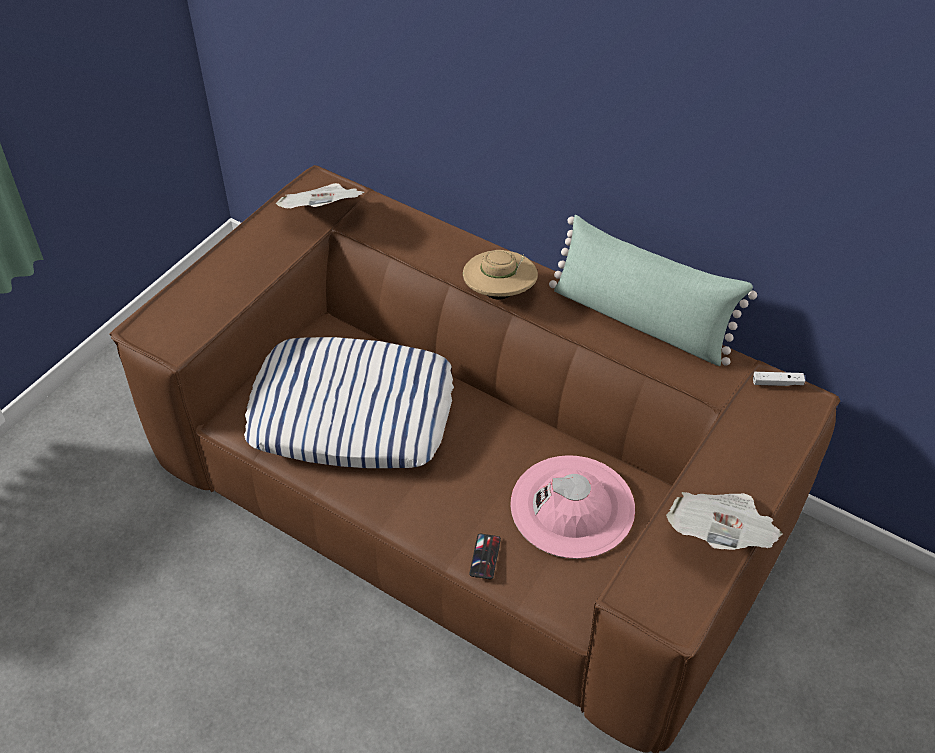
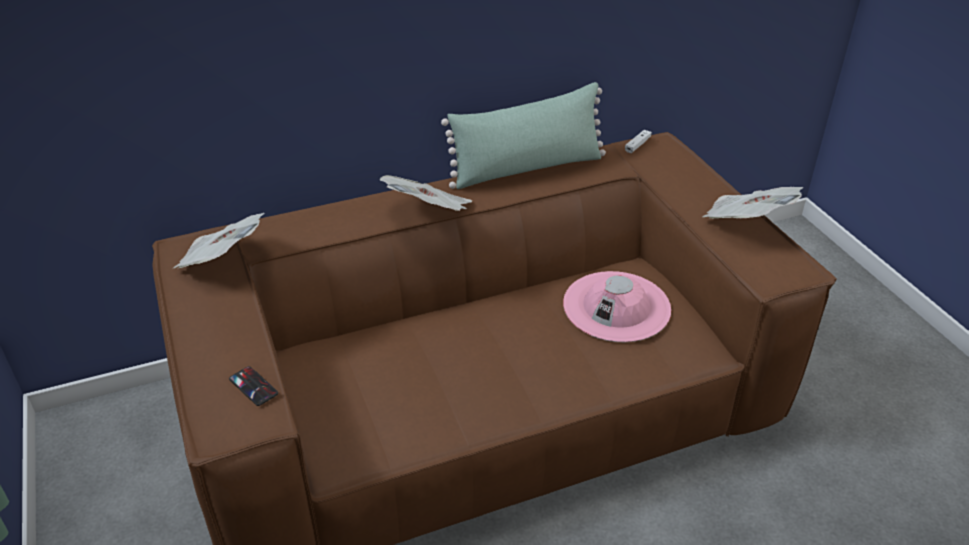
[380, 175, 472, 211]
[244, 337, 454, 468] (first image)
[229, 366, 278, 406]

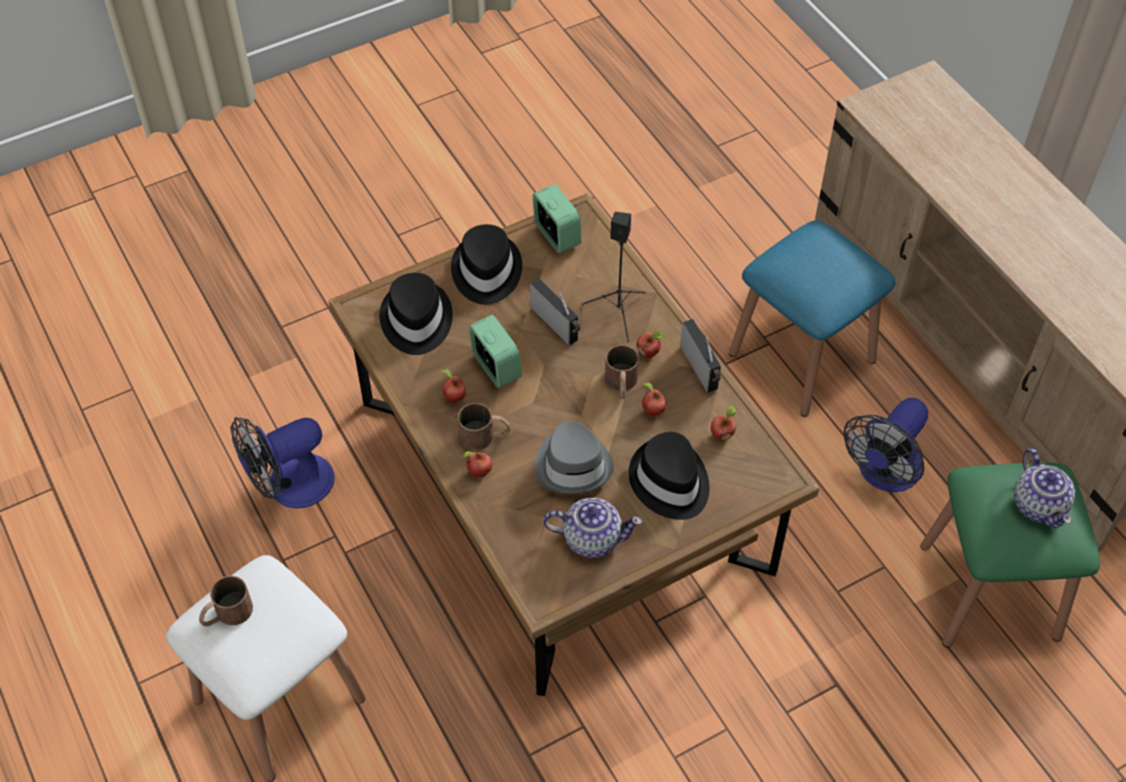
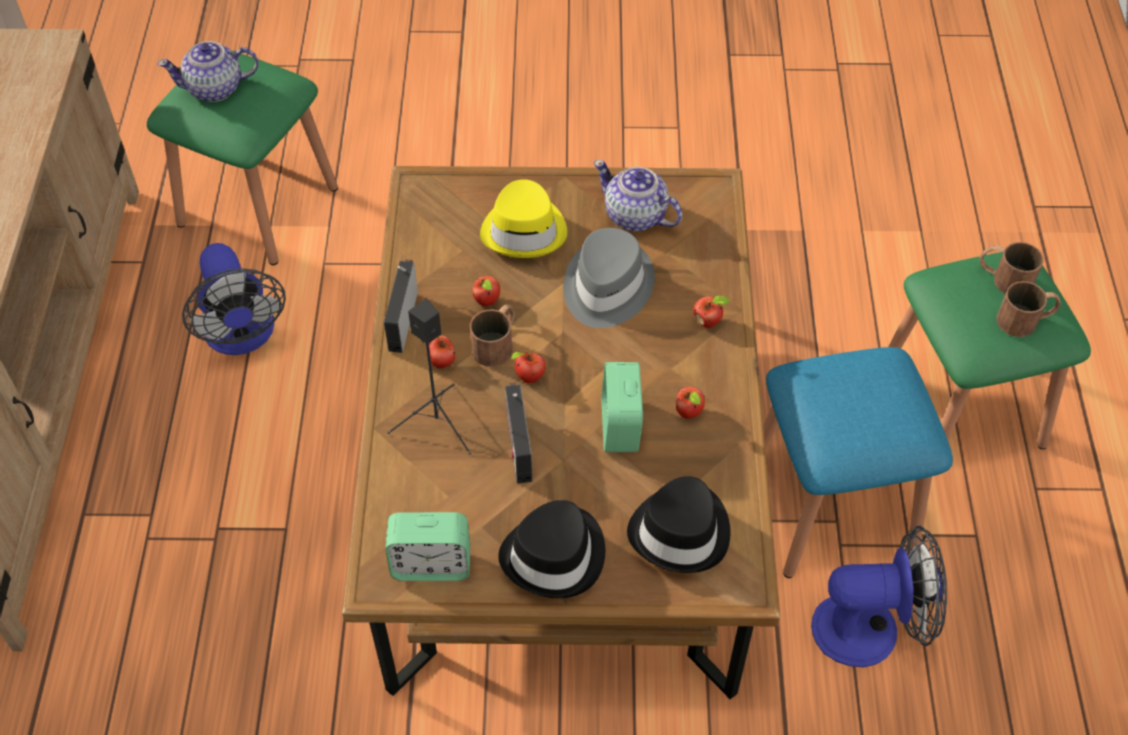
[386, 512, 470, 581]
[764, 347, 953, 578]
[182, 243, 286, 355]
[979, 242, 1044, 294]
[511, 351, 546, 383]
[480, 179, 567, 258]
[157, 41, 259, 102]
[888, 252, 1091, 449]

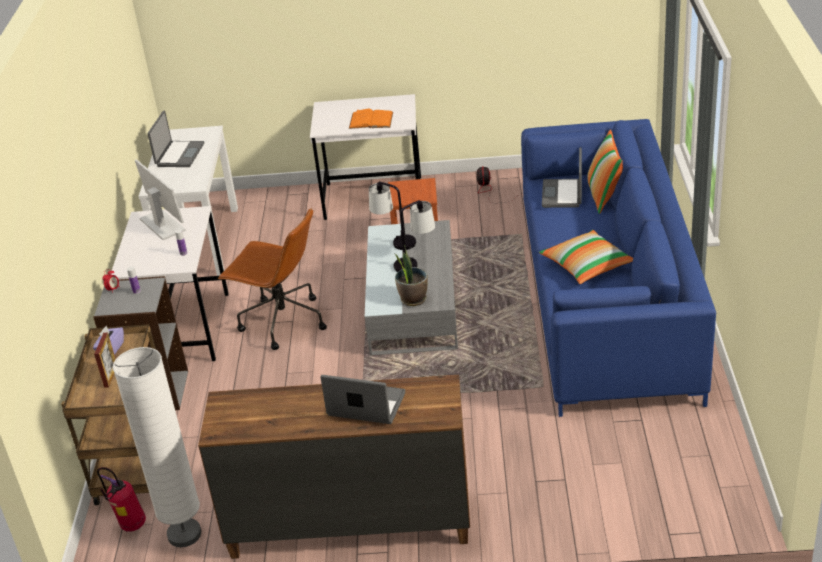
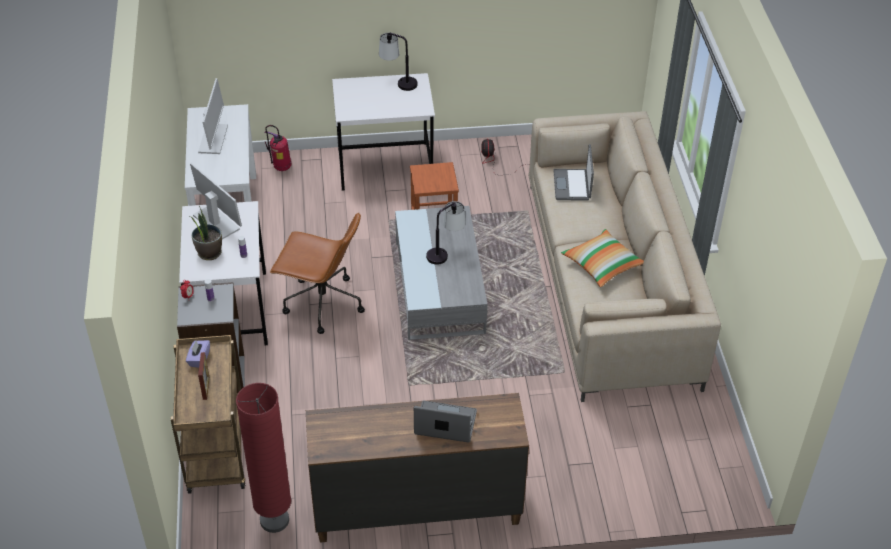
[349, 109, 393, 129] (first image)
[198, 78, 228, 154]
[528, 111, 721, 402]
[587, 130, 623, 214] (first image)
[379, 32, 417, 91]
[190, 206, 222, 260]
[236, 383, 291, 533]
[264, 125, 292, 171]

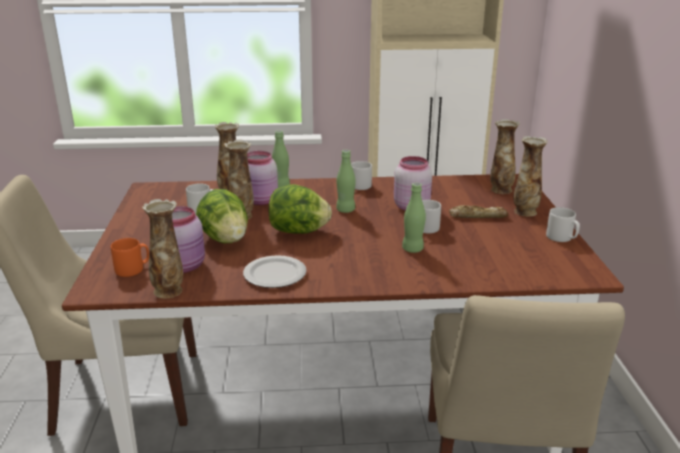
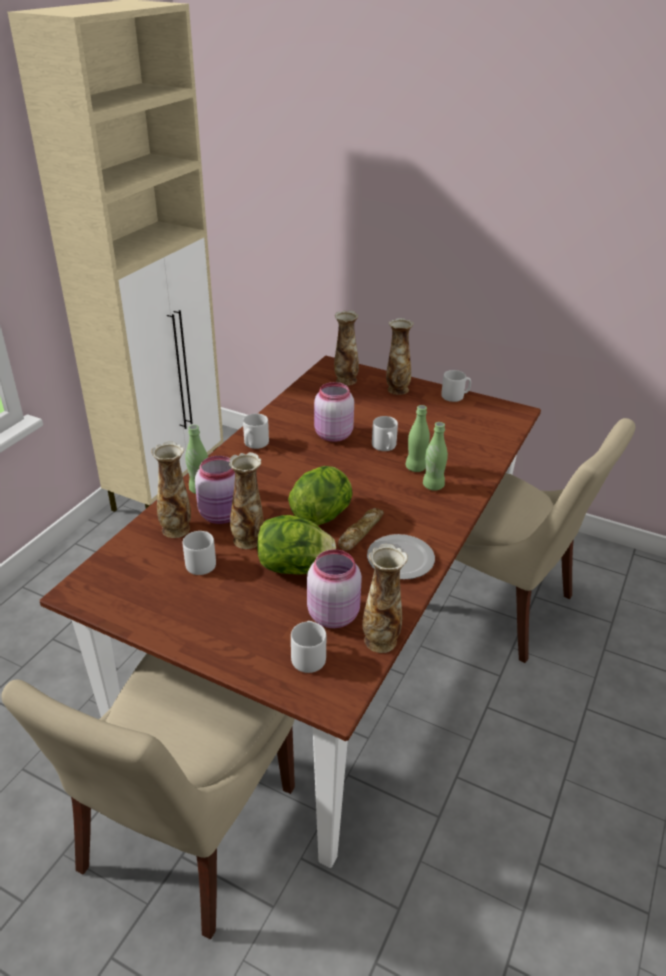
[423, 422, 448, 491]
[338, 508, 384, 550]
[291, 621, 326, 673]

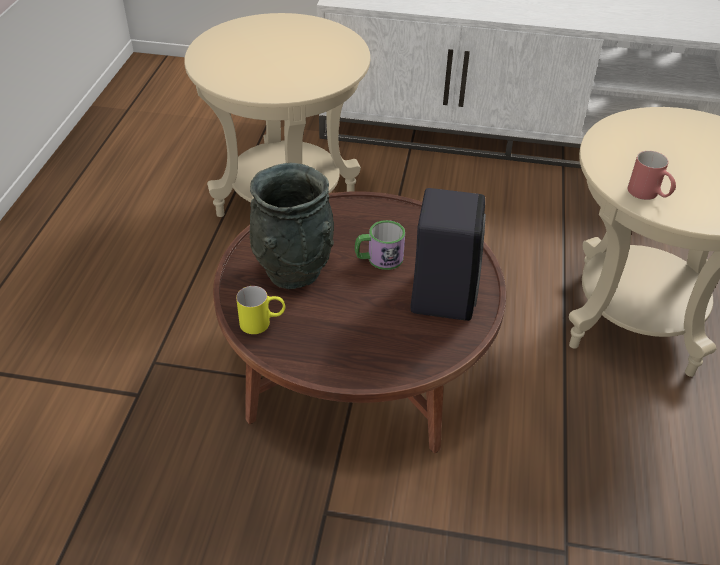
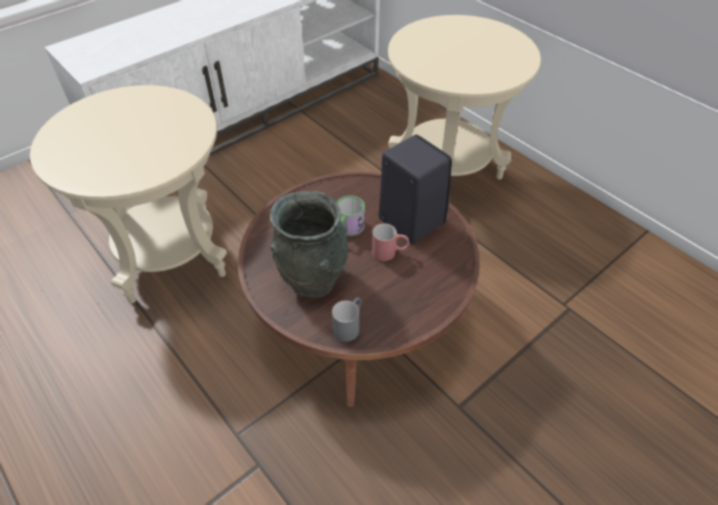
[372, 223, 409, 261]
[332, 297, 362, 342]

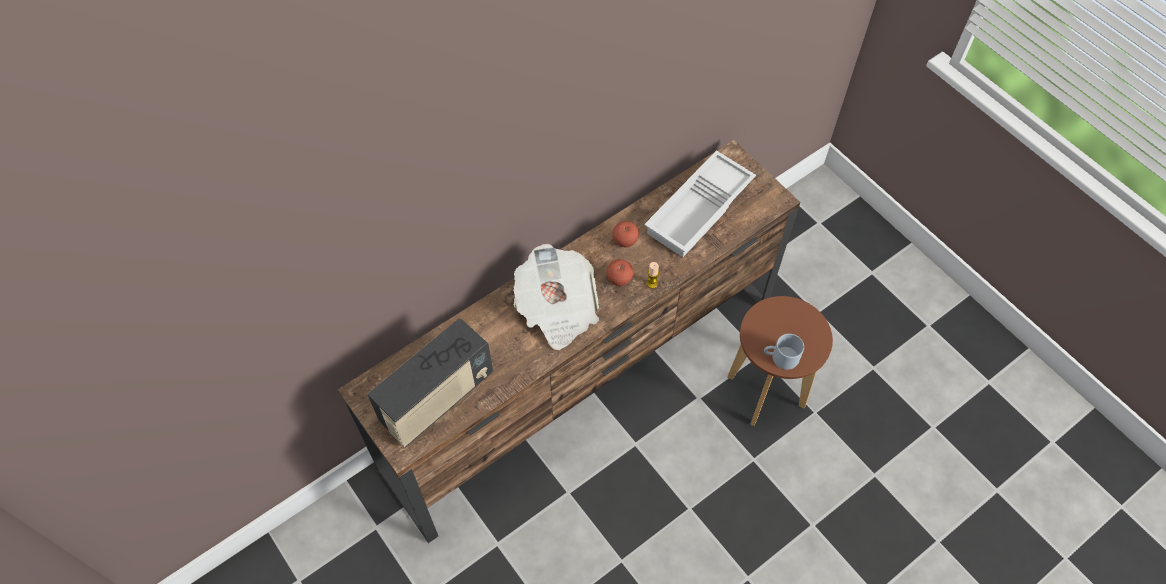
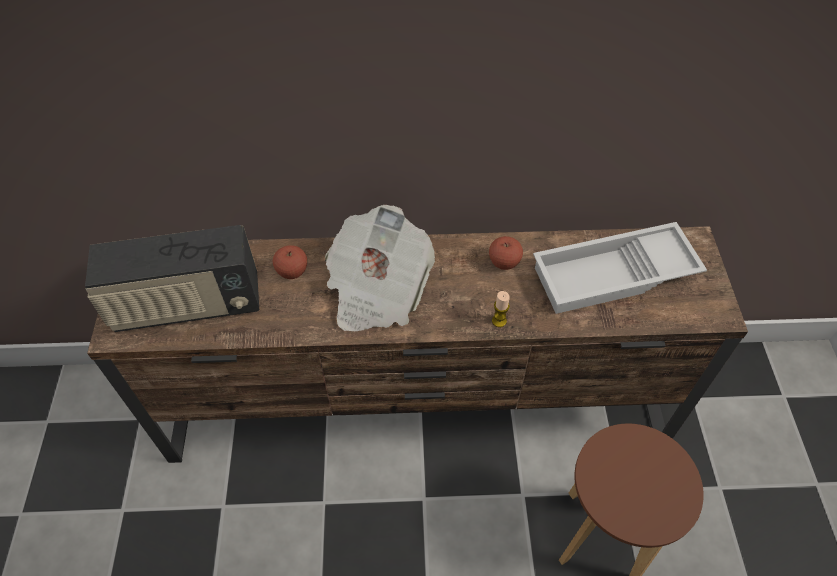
[273, 245, 307, 279]
[764, 334, 804, 370] (first image)

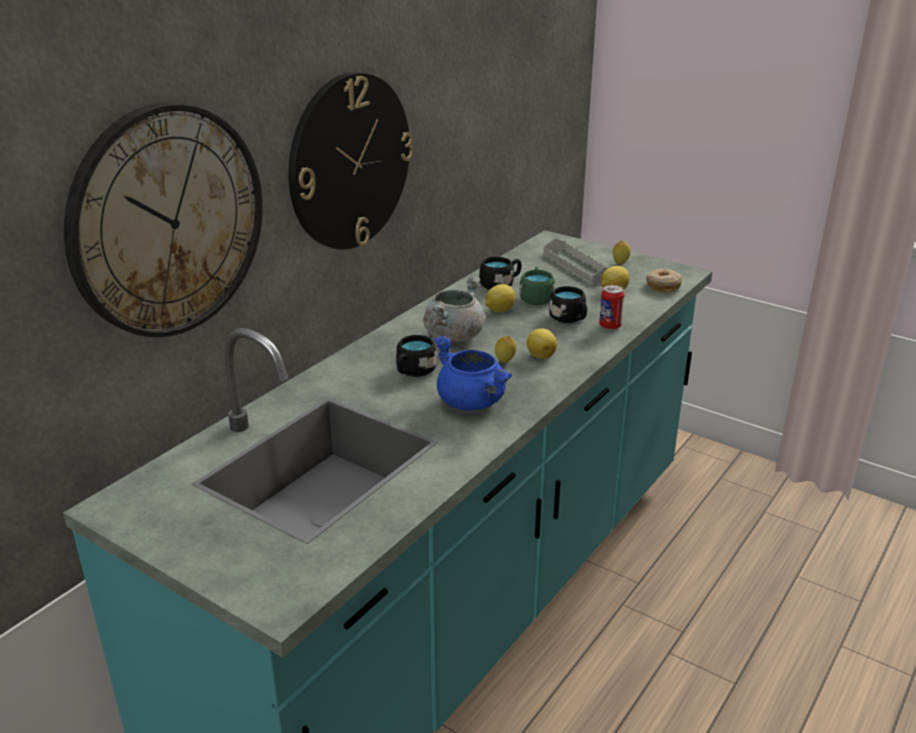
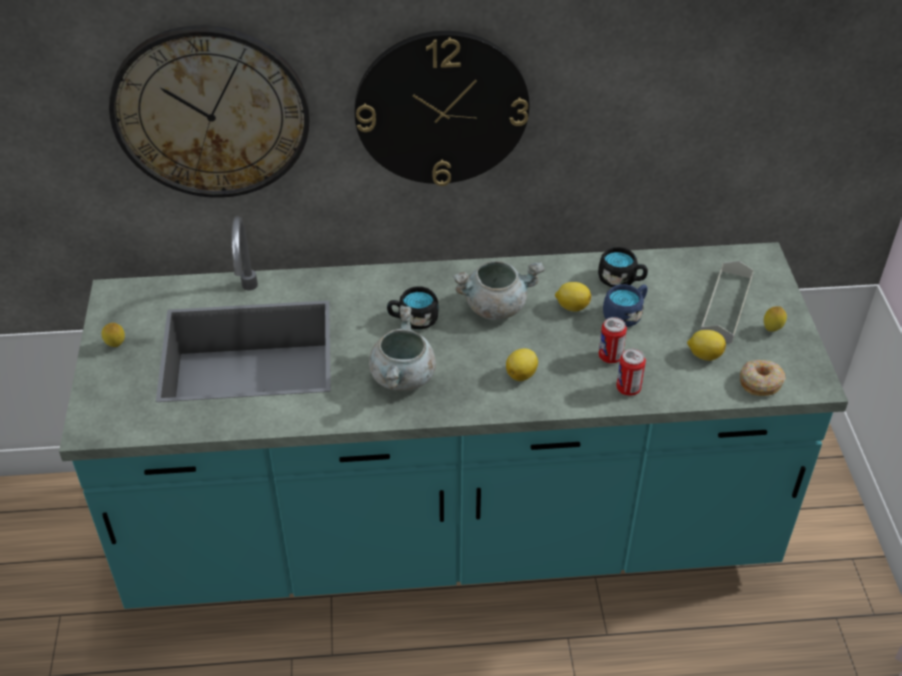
[603, 284, 648, 327]
[599, 317, 627, 363]
[369, 305, 436, 391]
[102, 323, 125, 347]

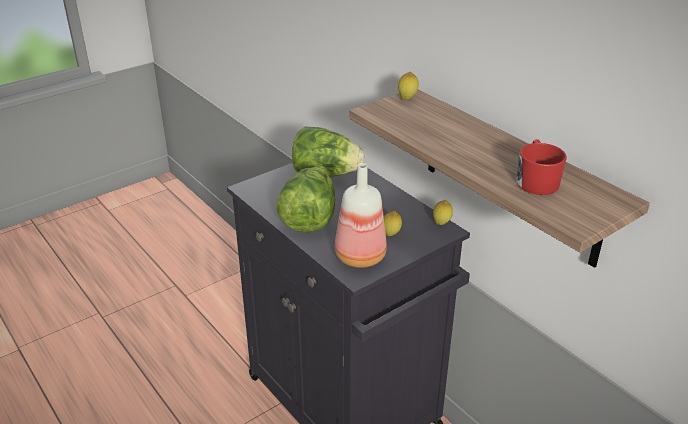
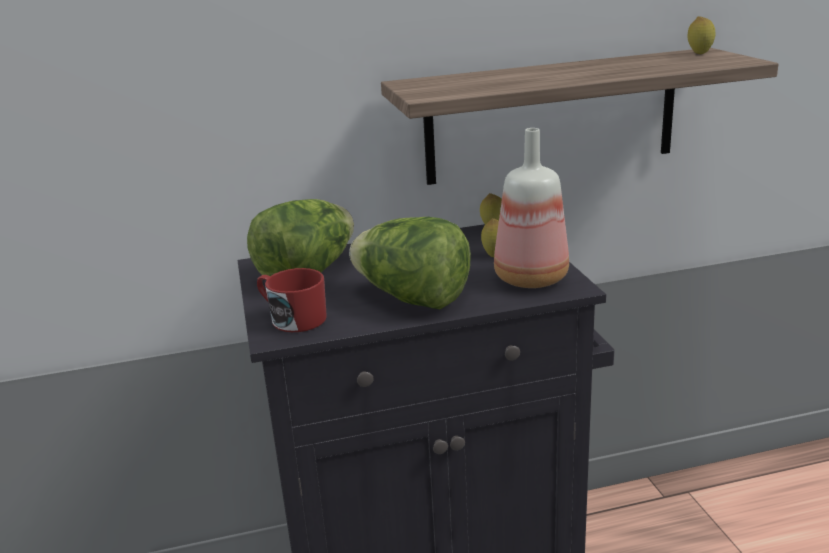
[688, 16, 715, 55]
[257, 268, 327, 332]

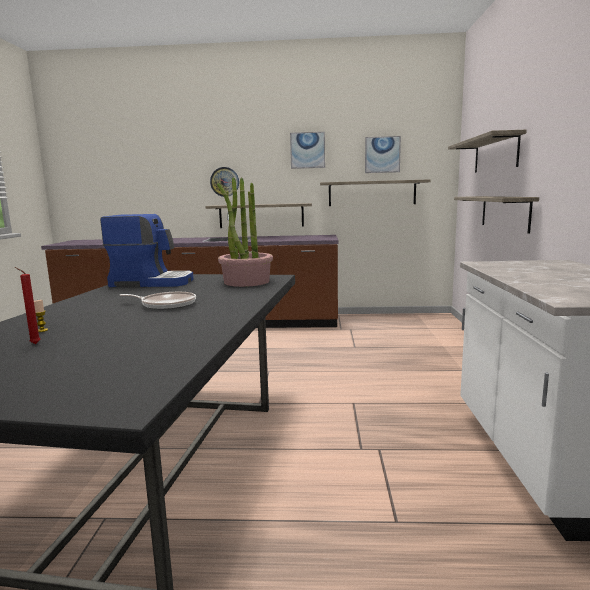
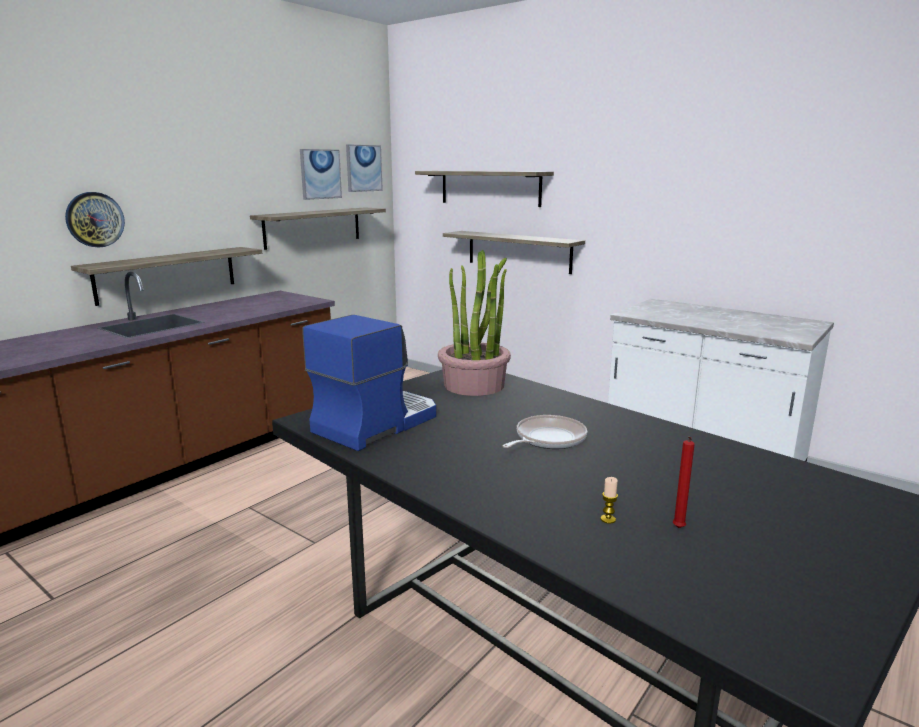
[346, 144, 383, 192]

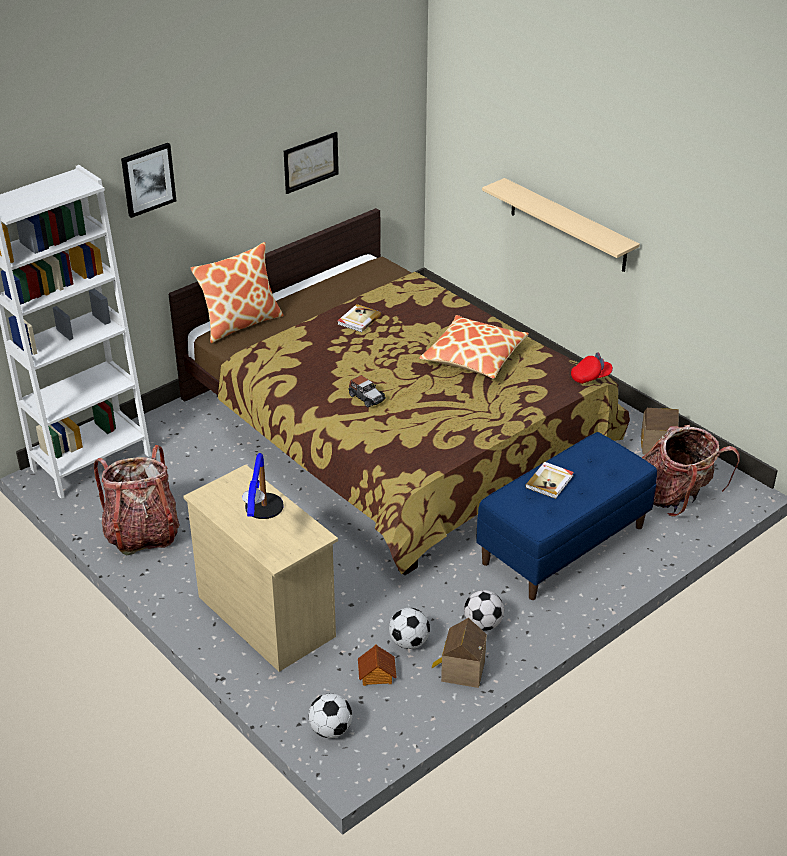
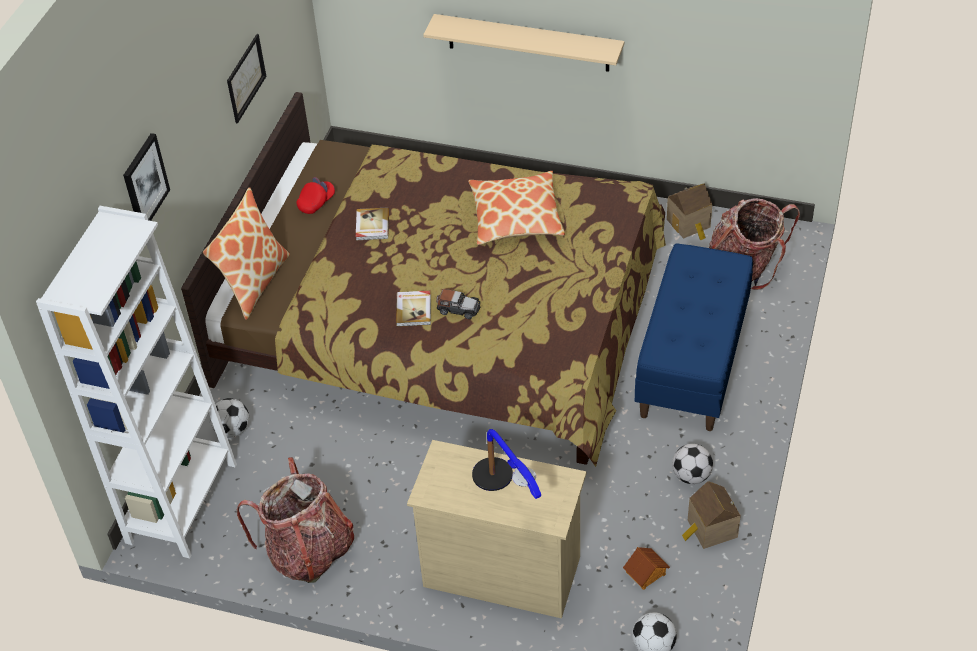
[296, 177, 335, 214]
[396, 291, 431, 327]
[210, 398, 249, 437]

